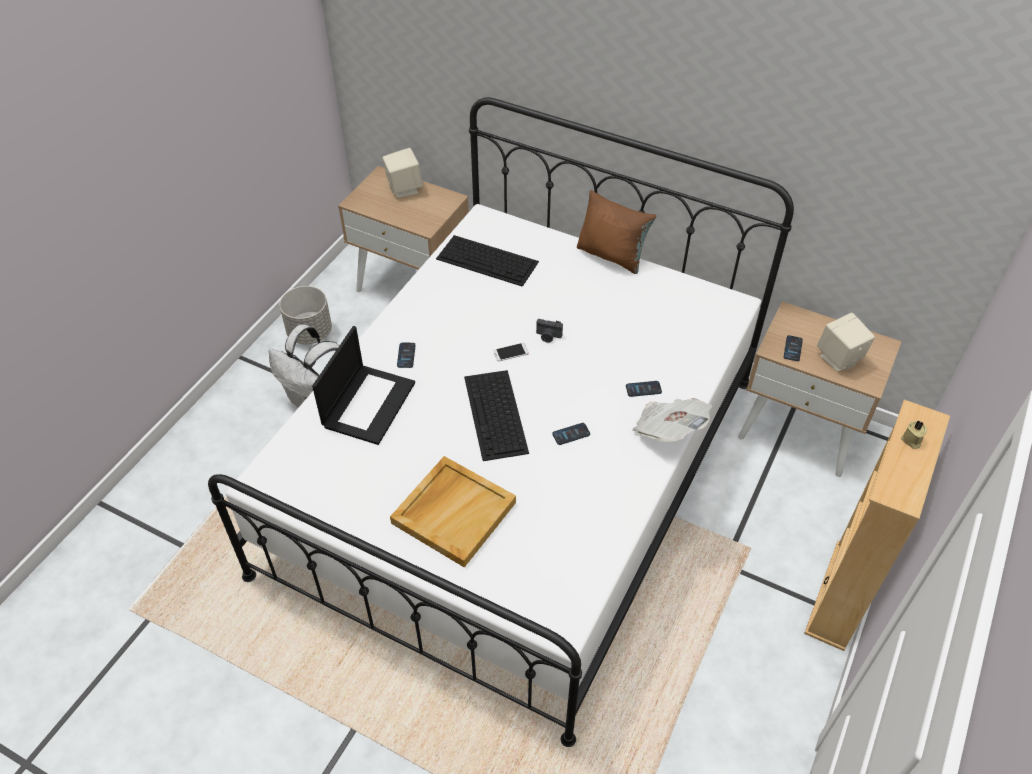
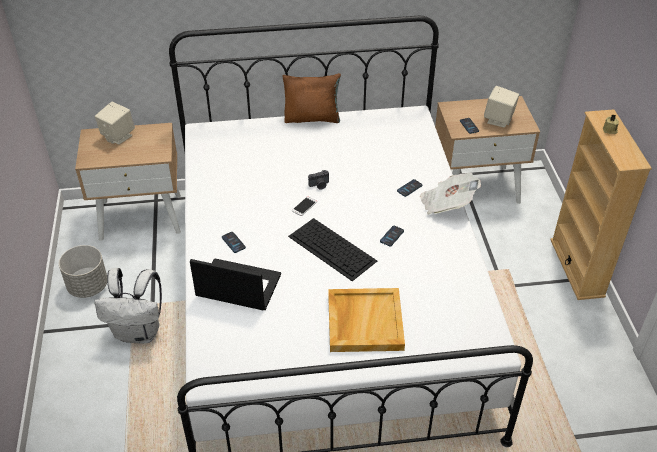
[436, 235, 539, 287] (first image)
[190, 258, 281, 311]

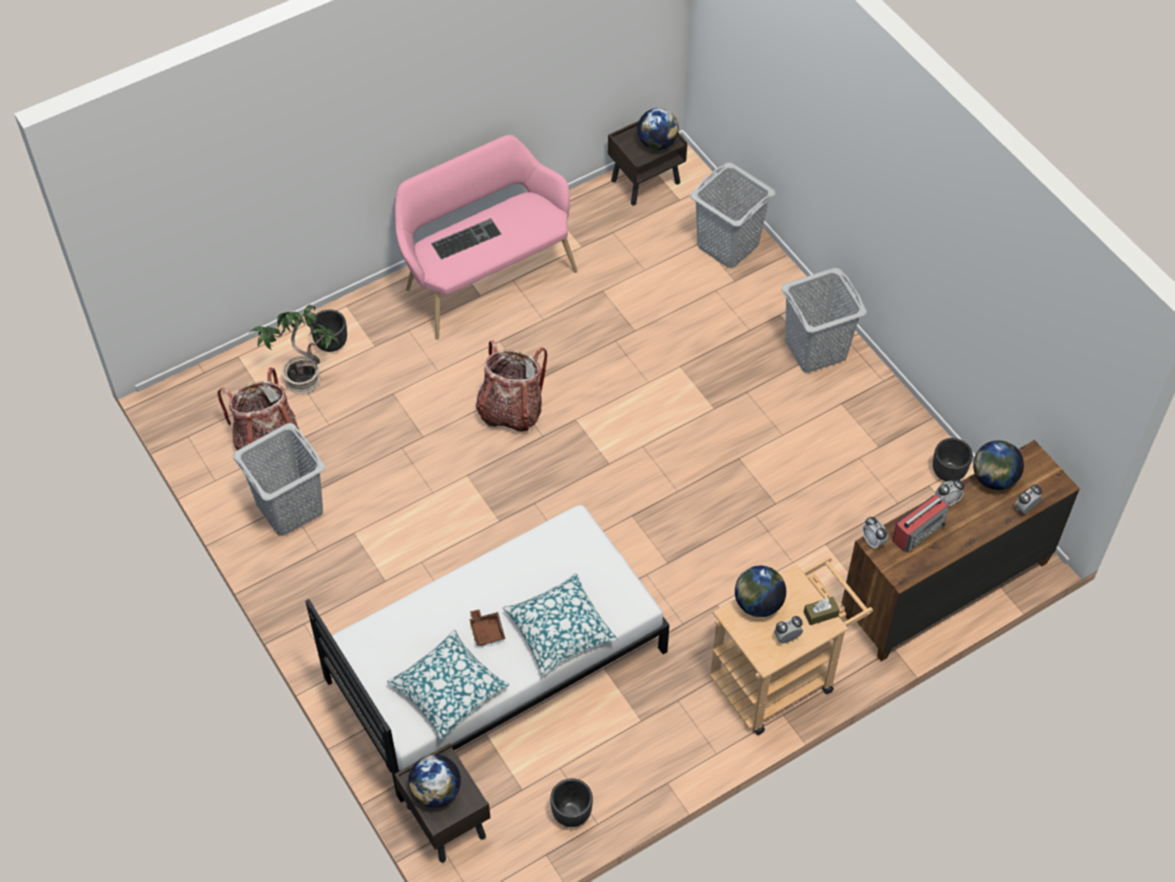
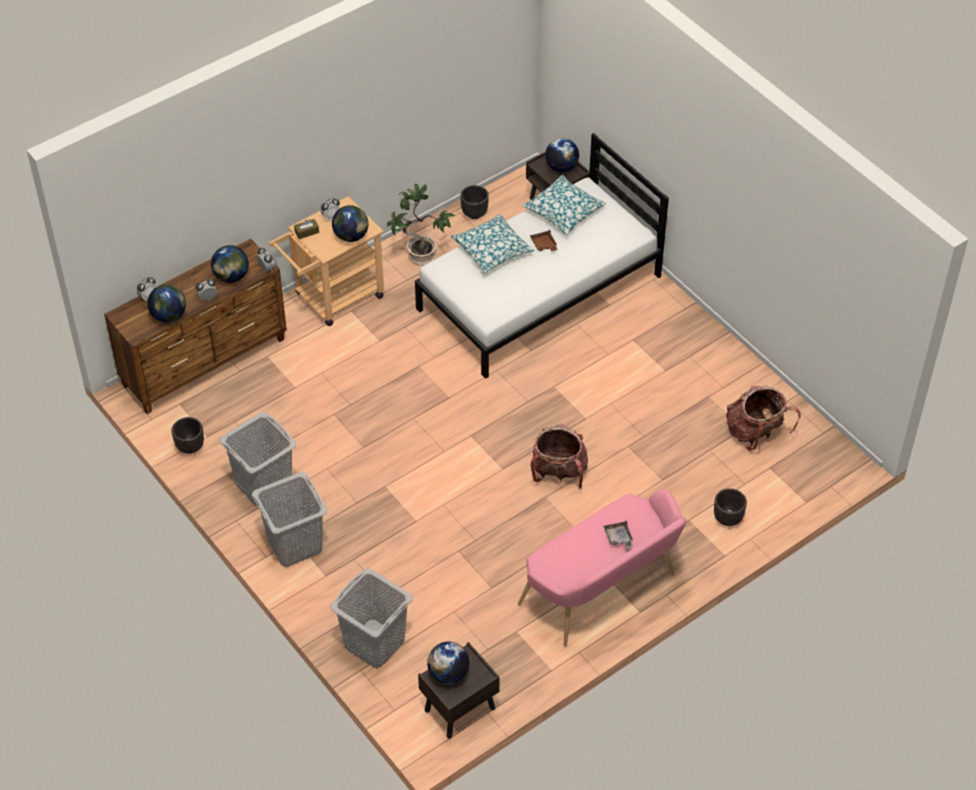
[603, 521, 633, 548]
[387, 184, 456, 266]
[219, 412, 297, 507]
[211, 245, 249, 283]

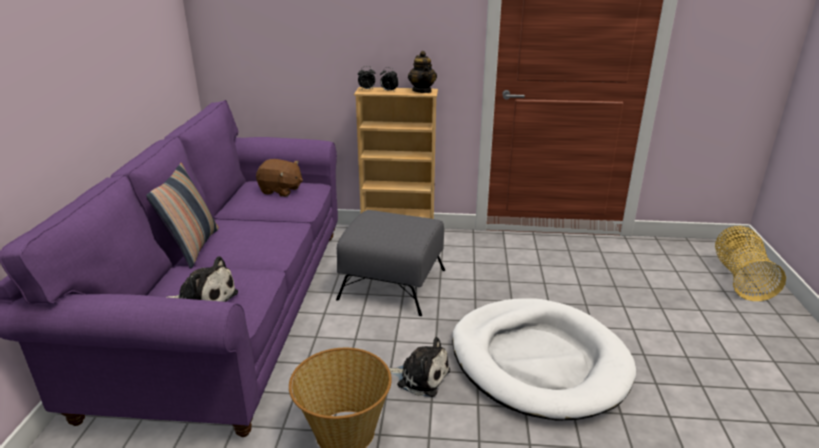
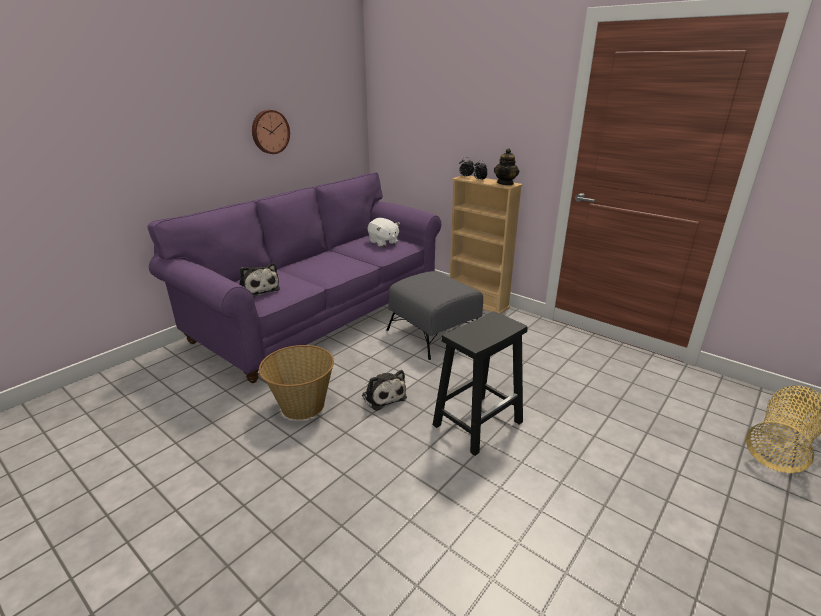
[368, 218, 400, 247]
[146, 163, 219, 269] (first image)
[433, 311, 528, 456]
[252, 110, 290, 154]

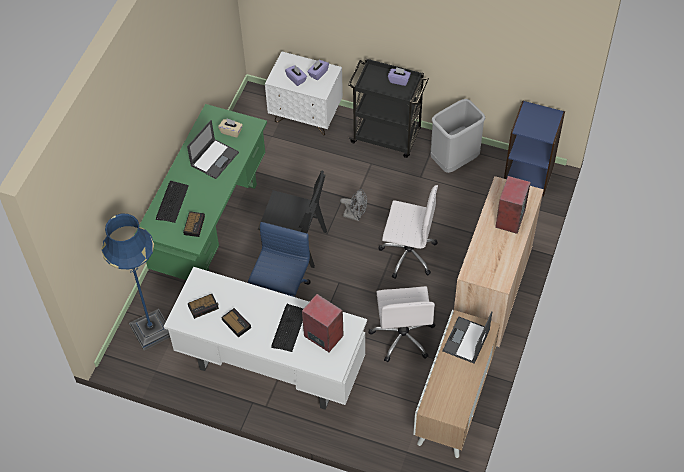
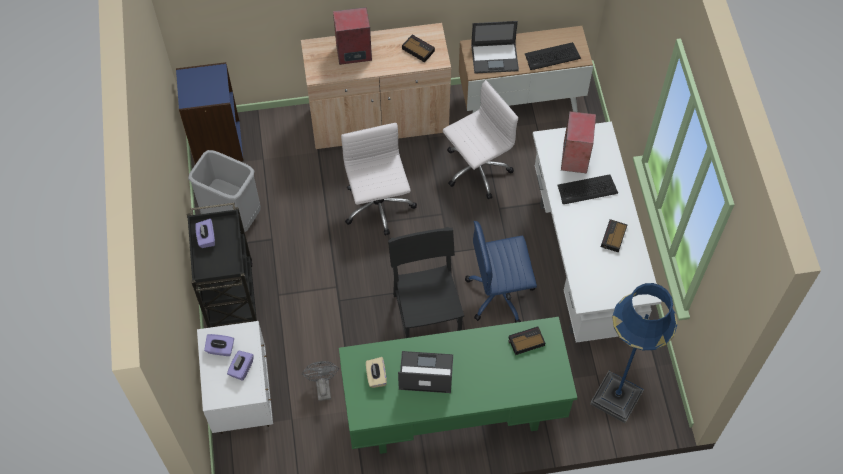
[525, 42, 581, 70]
[302, 361, 339, 401]
[402, 35, 435, 62]

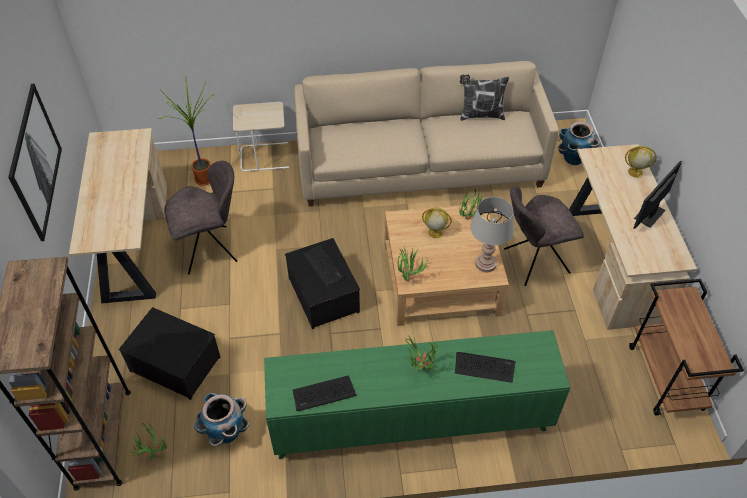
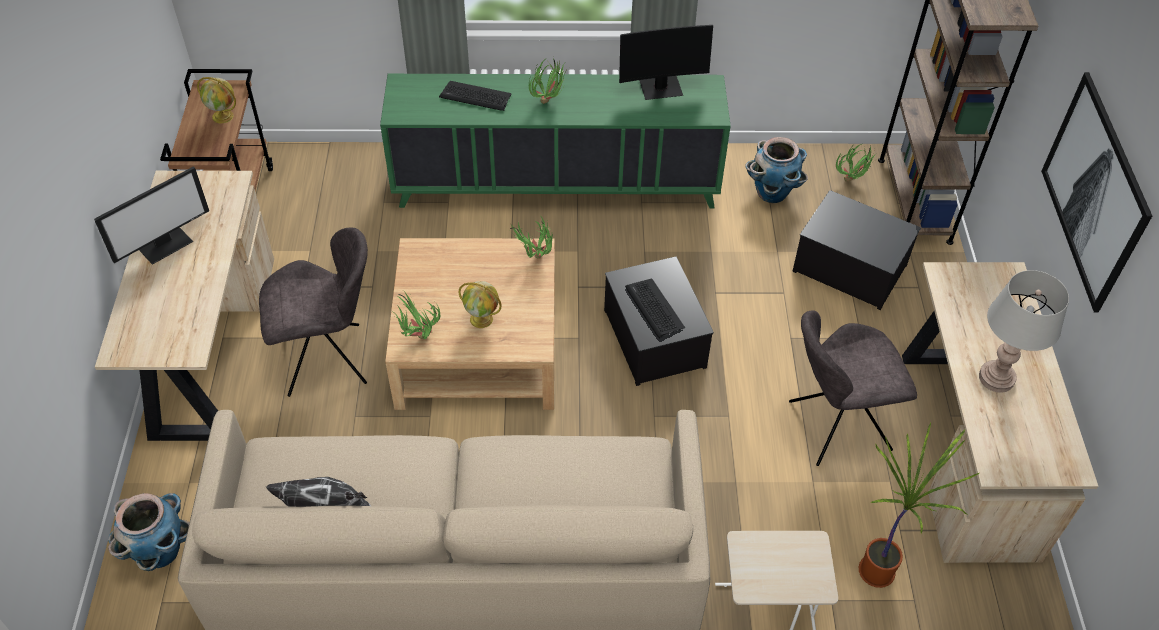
[197, 77, 236, 123]
[979, 270, 1069, 393]
[619, 25, 713, 100]

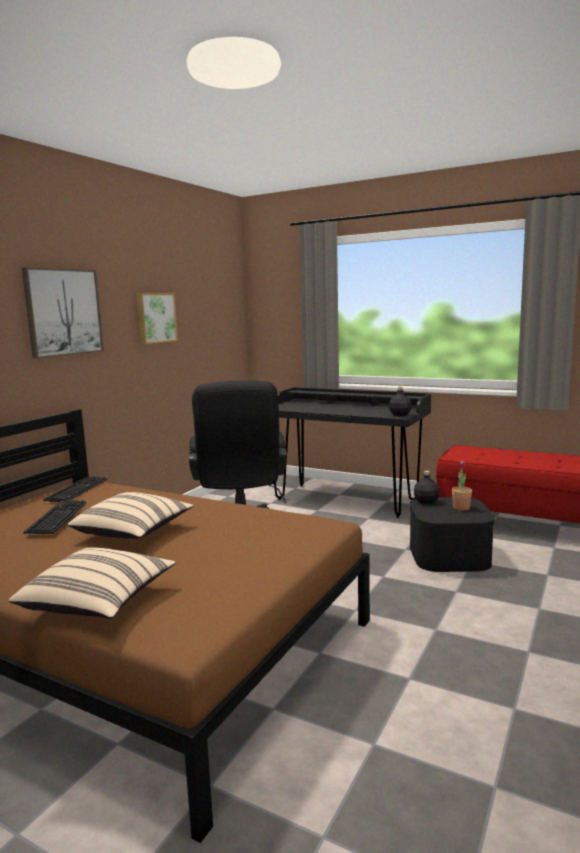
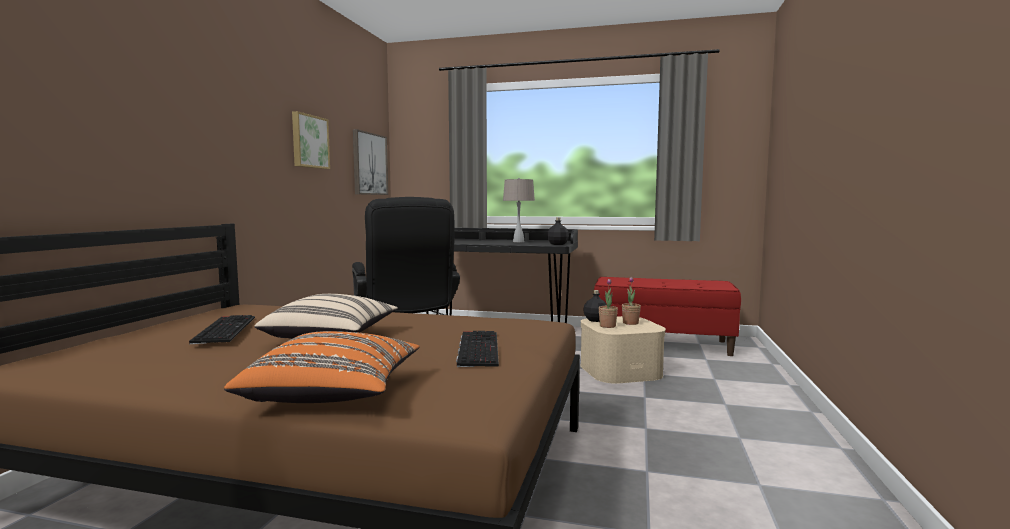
[353, 129, 388, 195]
[456, 331, 499, 367]
[580, 316, 666, 384]
[224, 331, 420, 403]
[503, 178, 535, 242]
[598, 279, 618, 328]

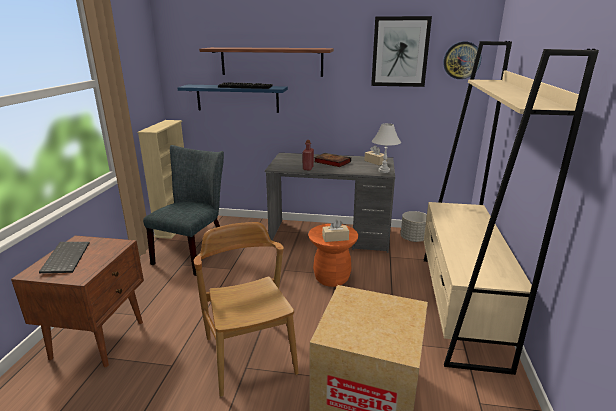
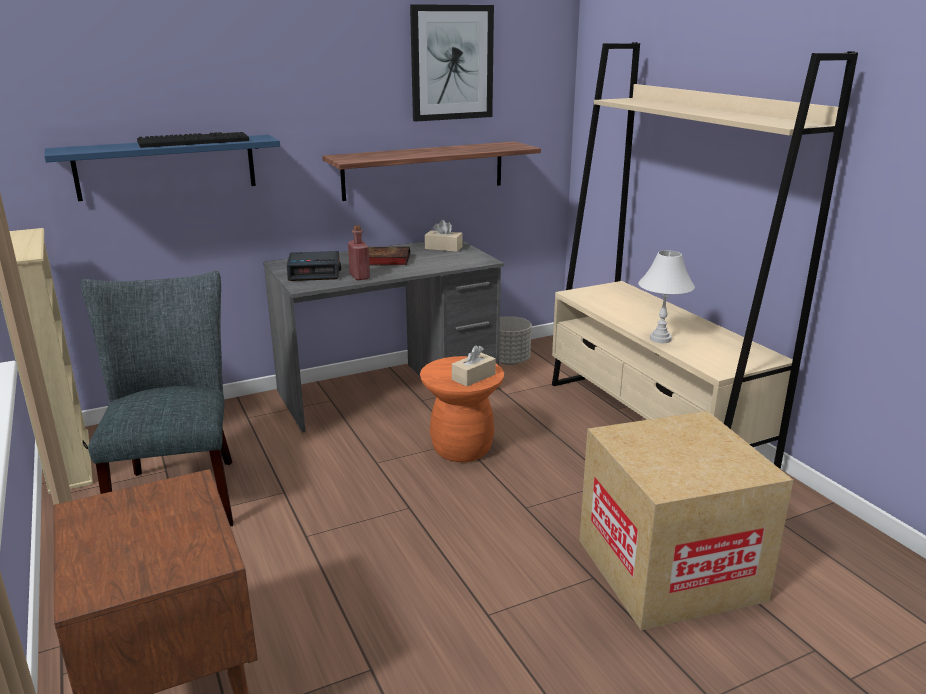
[443, 42, 481, 79] (first image)
[322, 141, 541, 201]
[638, 250, 695, 343]
[194, 222, 299, 397] (first image)
[39, 242, 89, 273] (first image)
[287, 251, 341, 281]

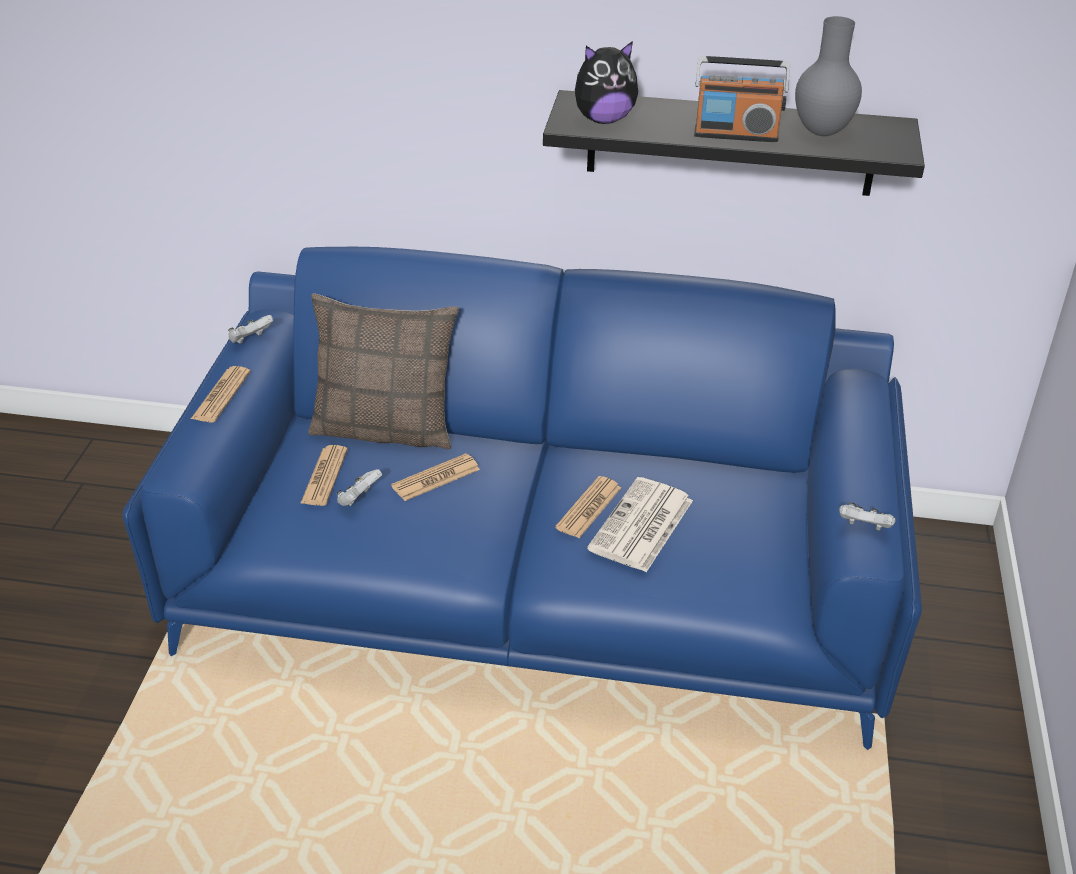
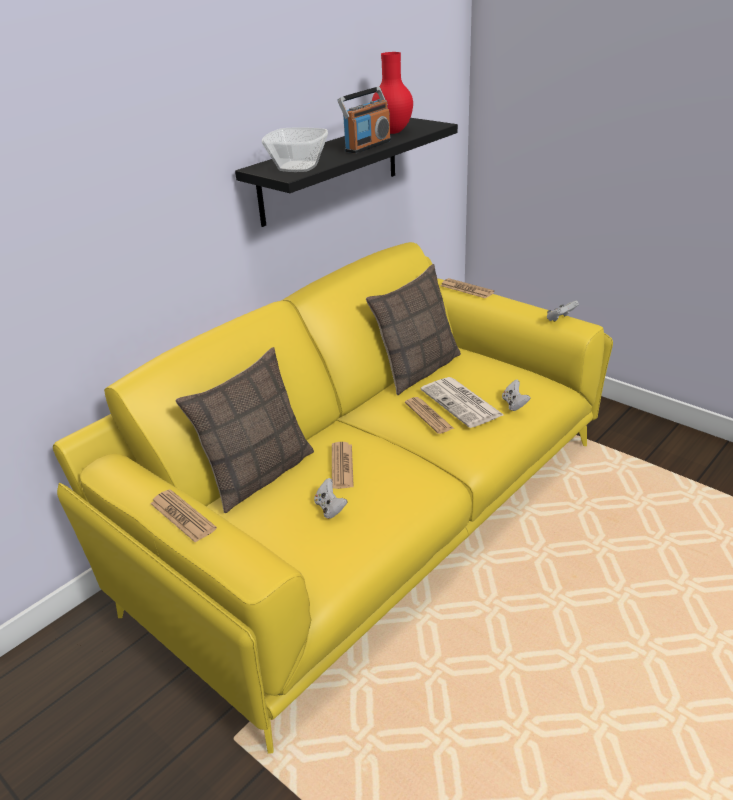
[372, 52, 413, 134]
[262, 128, 328, 172]
[53, 242, 613, 754]
[502, 379, 531, 411]
[441, 278, 494, 298]
[366, 264, 461, 395]

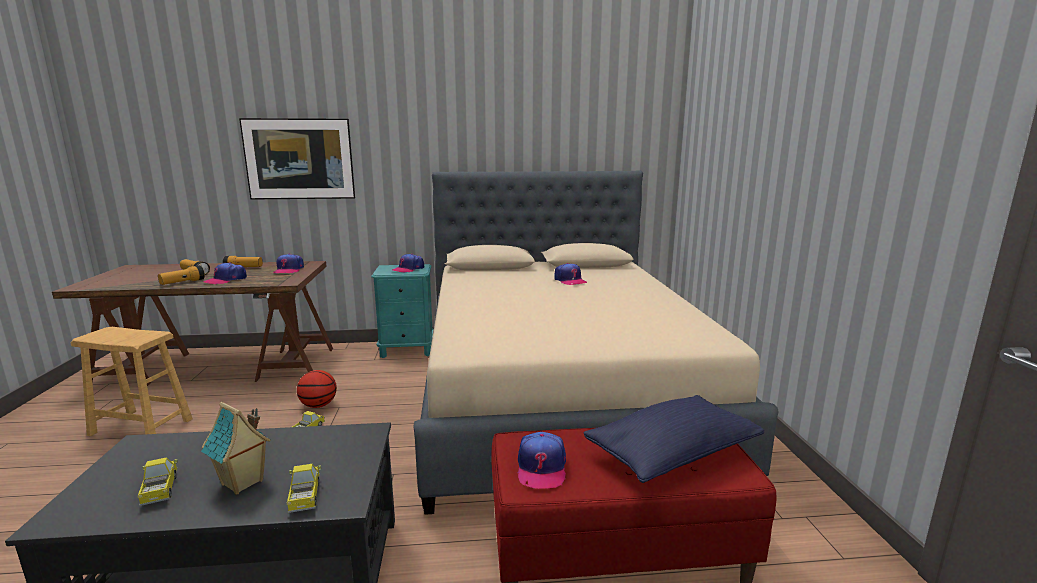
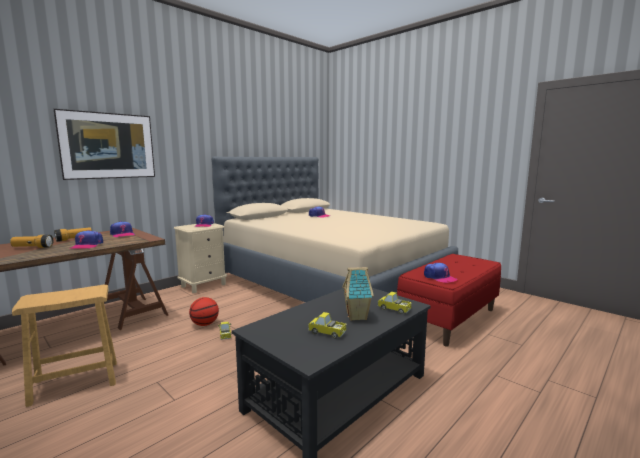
[174, 223, 227, 293]
[158, 265, 205, 285] (first image)
[583, 395, 764, 483] (first image)

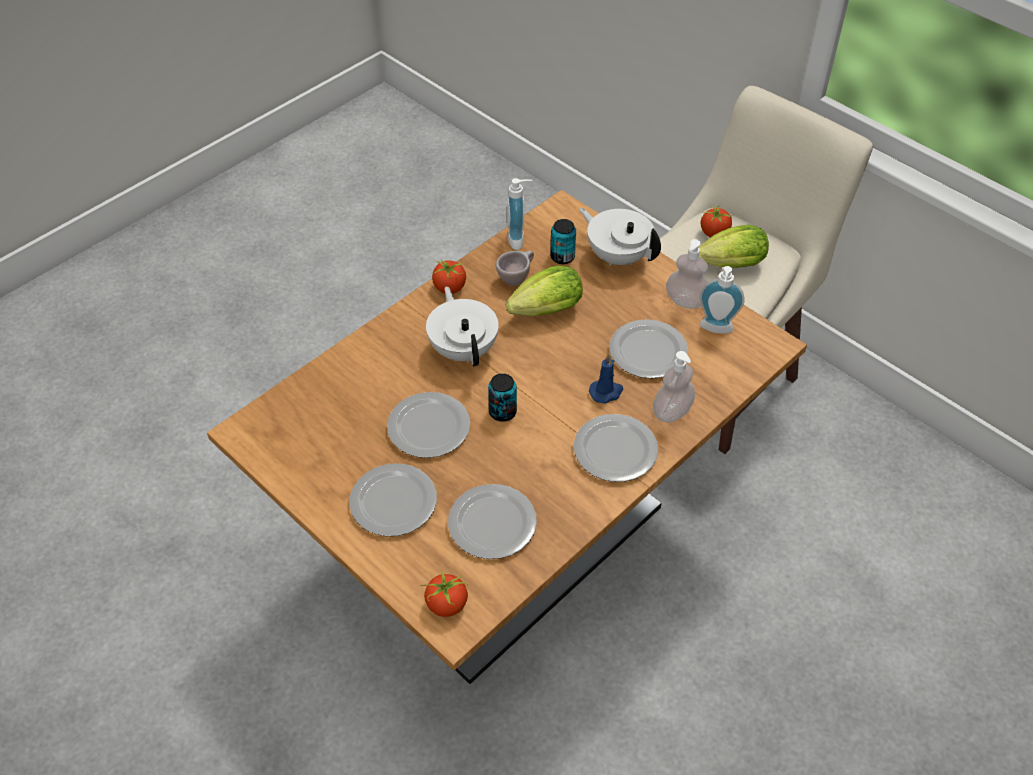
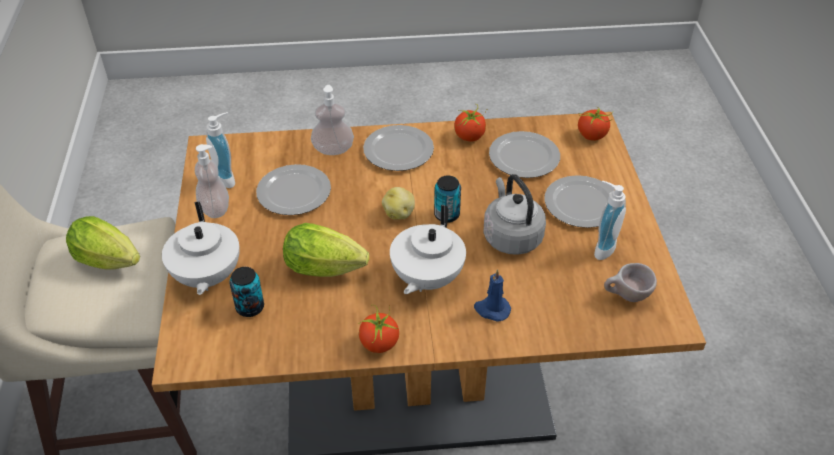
[594, 181, 626, 260]
[454, 104, 487, 142]
[604, 263, 657, 302]
[474, 269, 511, 322]
[483, 174, 546, 255]
[382, 187, 415, 220]

